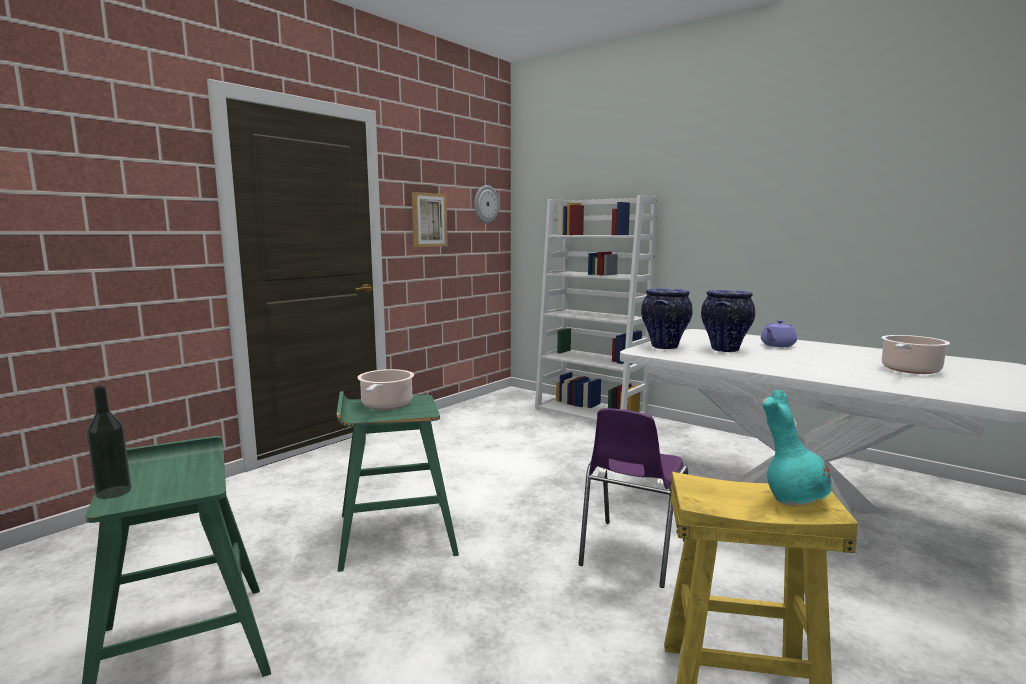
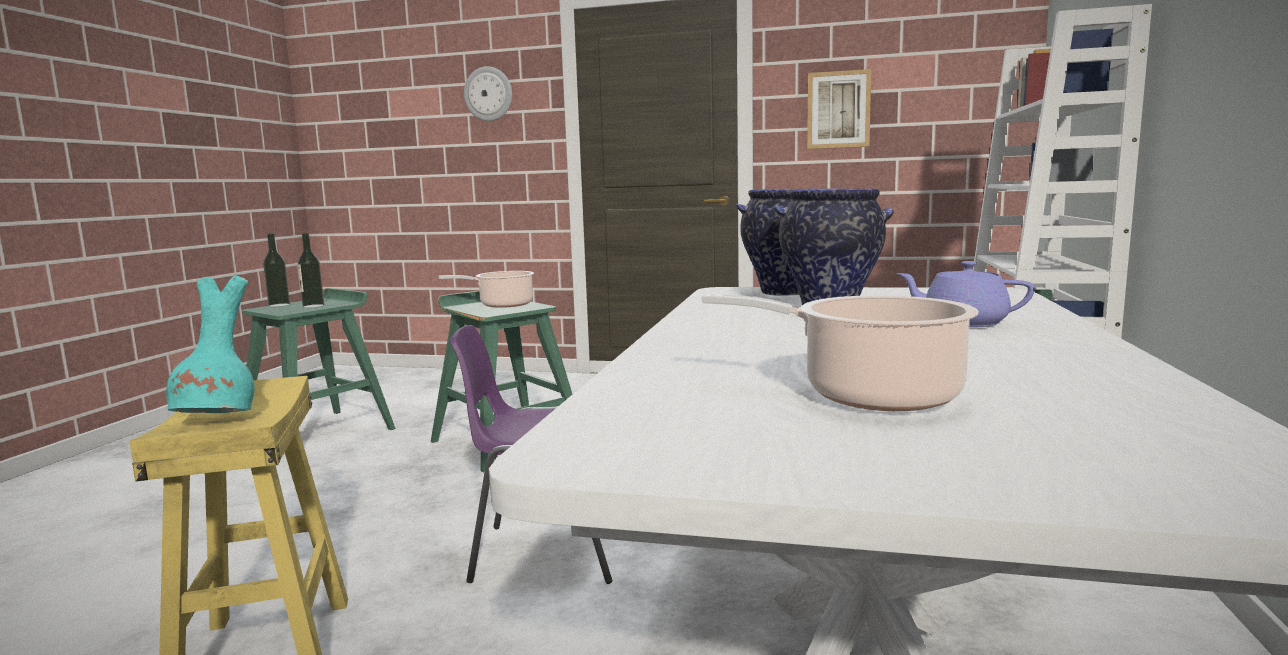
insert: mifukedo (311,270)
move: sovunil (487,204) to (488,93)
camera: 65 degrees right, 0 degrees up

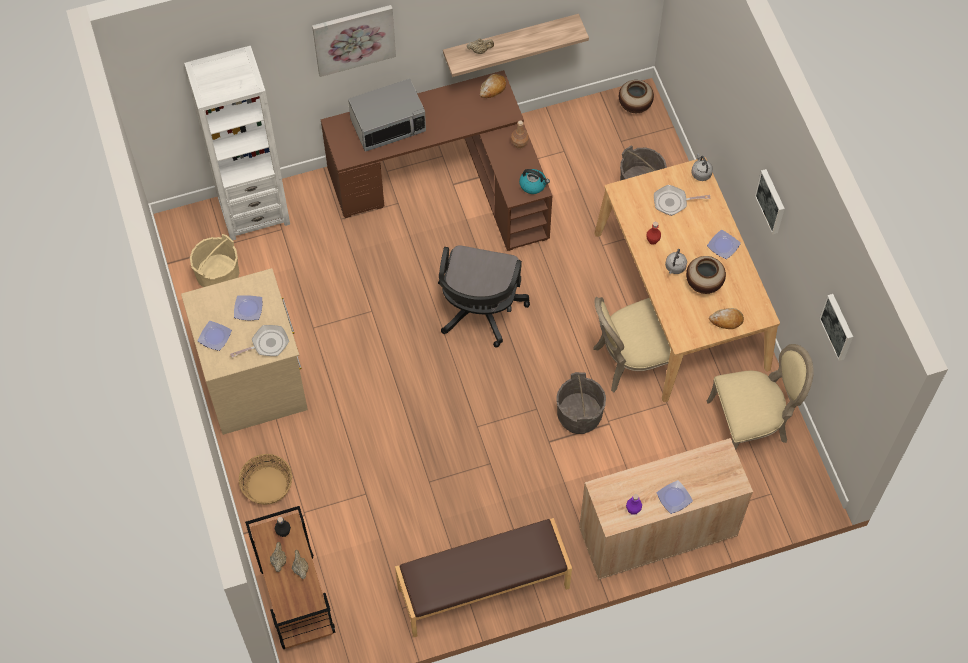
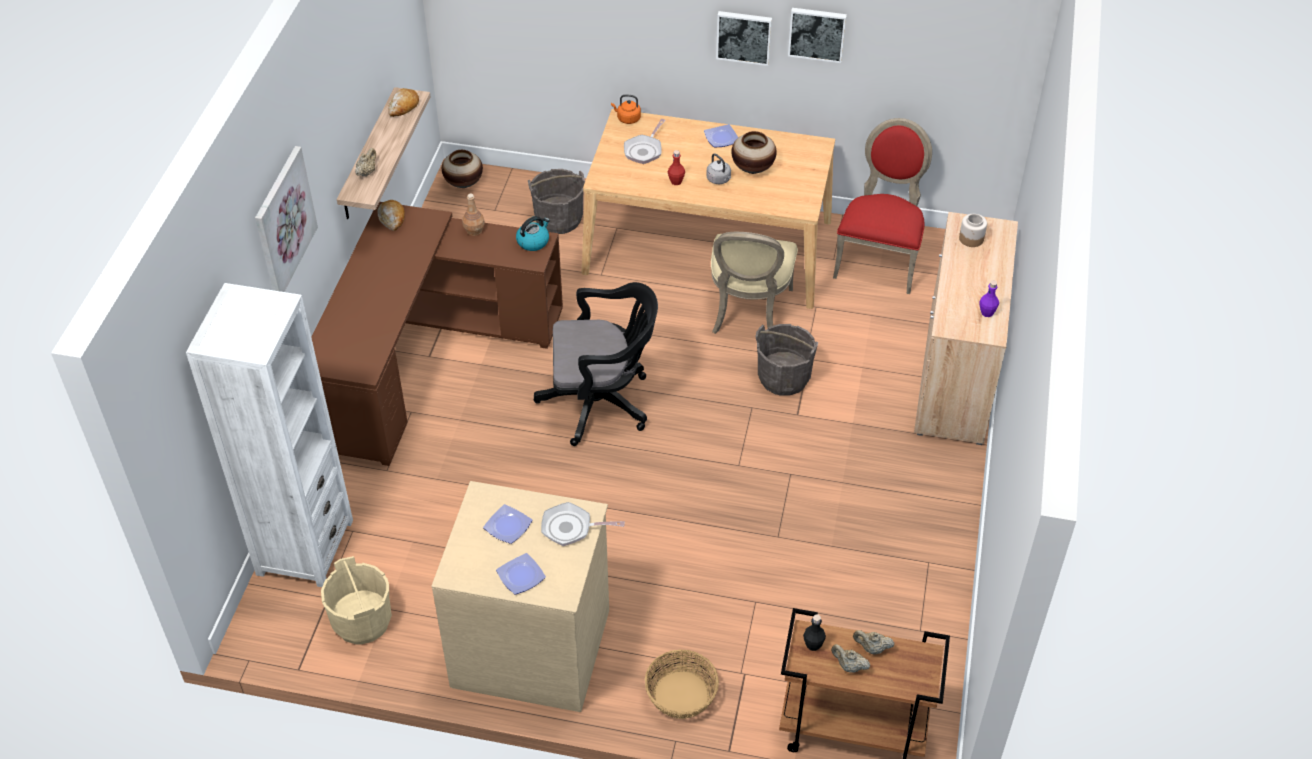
delete: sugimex (387,115); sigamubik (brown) (483,577); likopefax (675,497)
insert: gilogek (973,230)
move: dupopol (726,318) to (403,102); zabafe (836,327) to (817,35)
recolor: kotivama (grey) (702,167) to kotivama (orange) (626,109); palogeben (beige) (760,397) to palogeben (red) (882,206)
rotate: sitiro (259,341) = (583,524) 90 degrees counterclockwise; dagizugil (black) (484,296) = (596,364) 45 degrees counterclockwise
camera: 60 degrees left, 15 degrees down

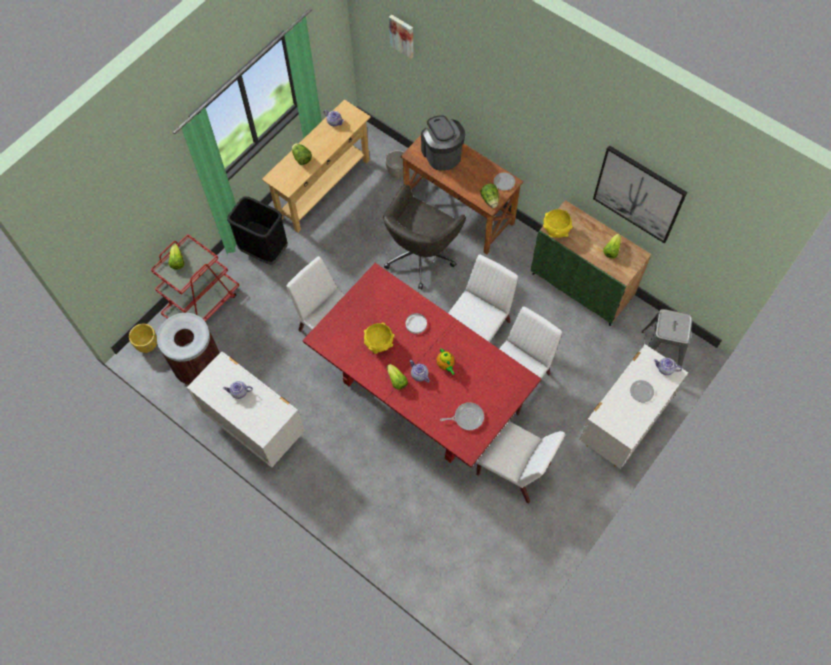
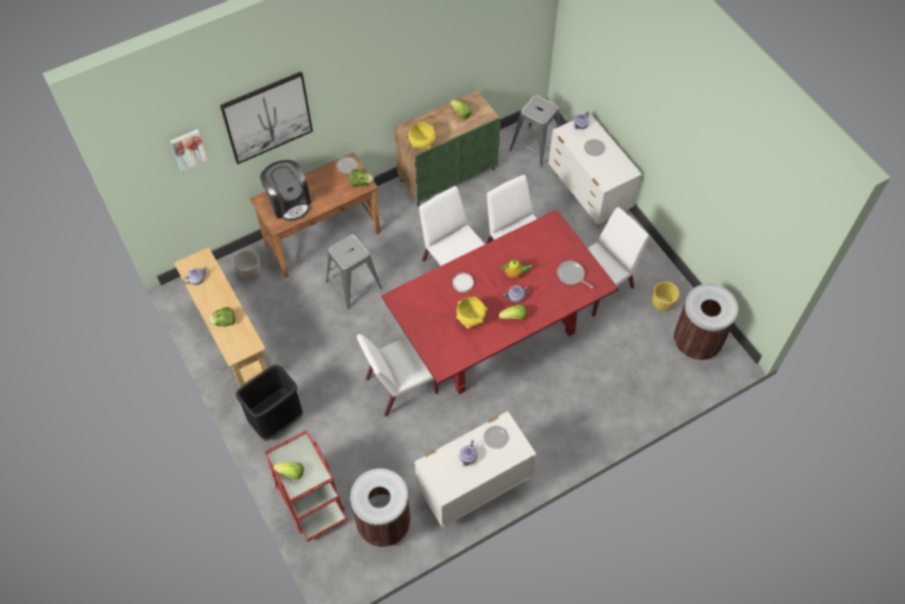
insert: likopefax (496,437); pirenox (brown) (706,322)
move: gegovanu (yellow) (143,338) to (665,296); zabafe (640,194) to (266,118)
replace: dagizugil (grey) (424,237) to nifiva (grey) (354,272)
rotate: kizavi (443,143) = (285,190) 120 degrees counterclockwise; sitiro (462,416) = (575,274) 60 degrees counterclockwise
camera: 70 degrees left, 5 degrees down

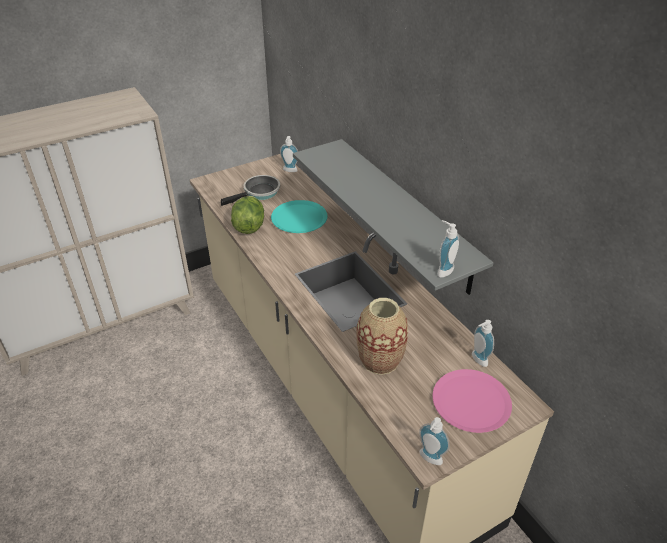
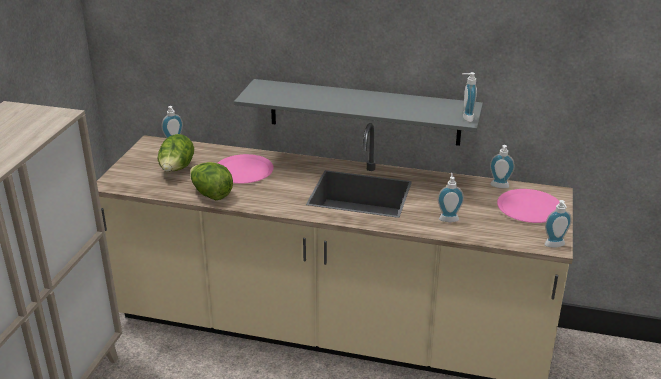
replace: sitiro (250,190) to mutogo (175,153); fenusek (382,336) to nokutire (451,197)
recolor: likopefax (turquoise) (299,216) to likopefax (pink) (246,169)
camera: 45 degrees left, 10 degrees down

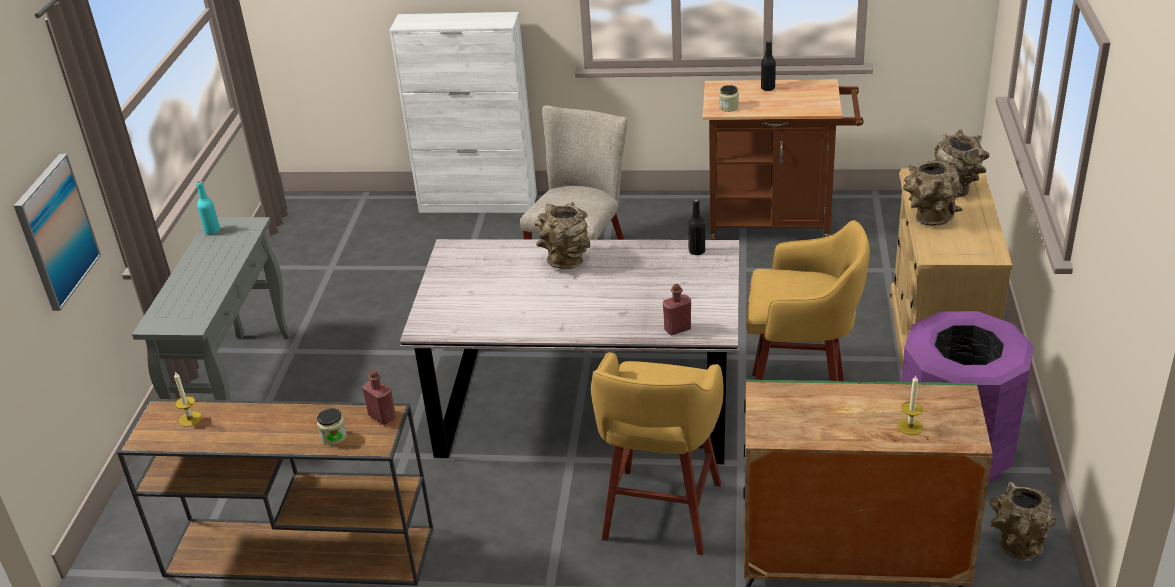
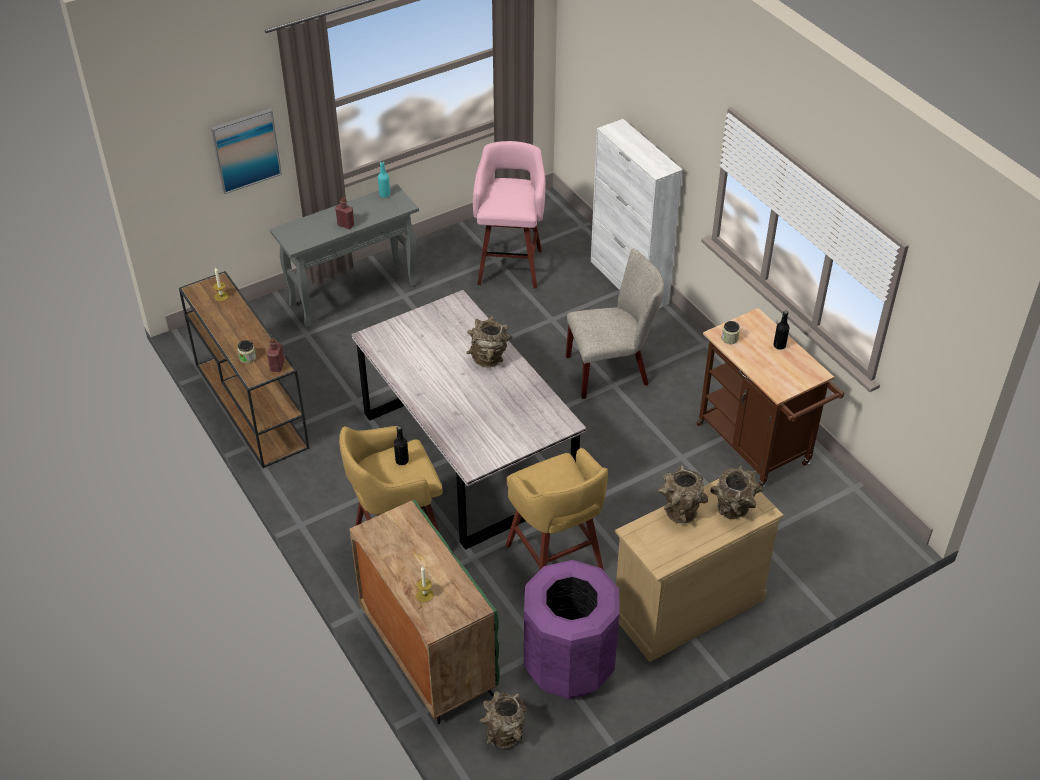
insert: nifiva (pink) (509,215)
move: mifukedo (red) (677,309) to (344,213); mifukedo (black) (696,227) to (401,445)
camera: 50 degrees right, 10 degrees up

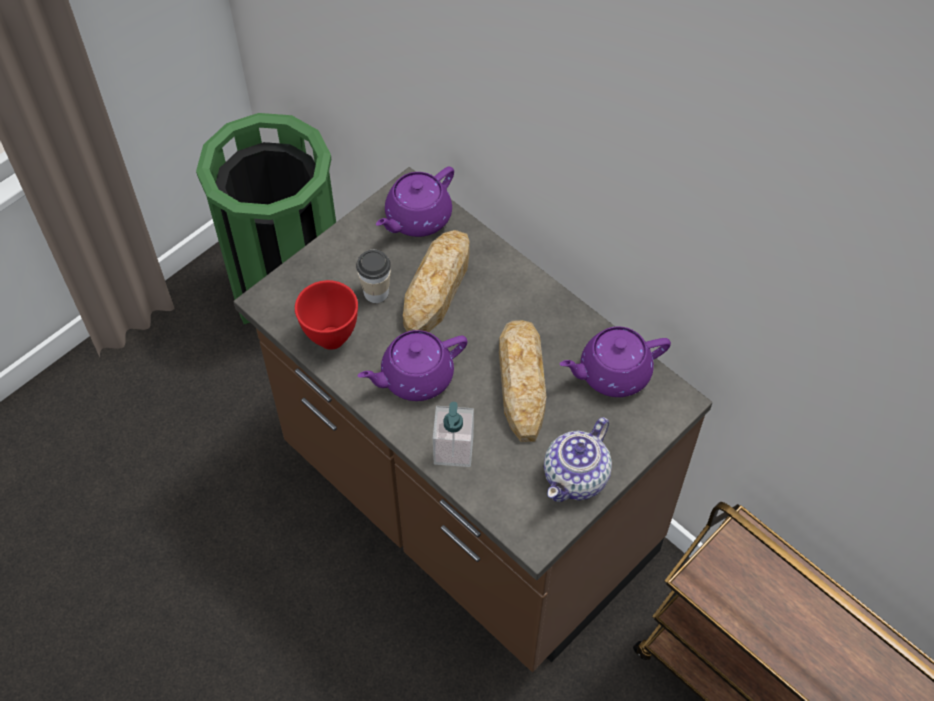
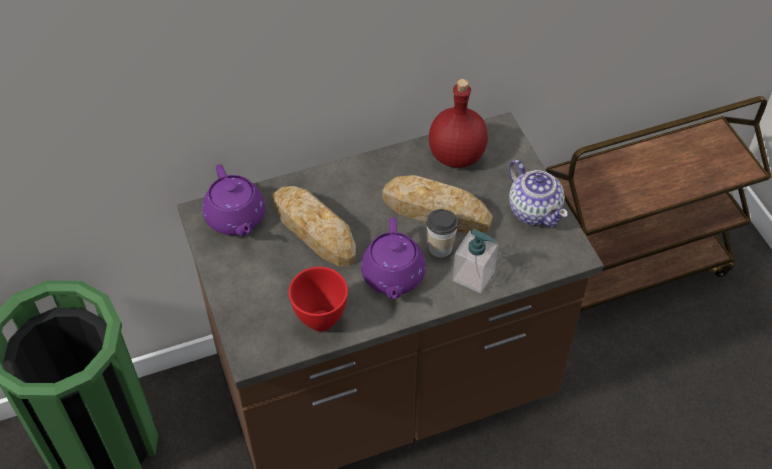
move: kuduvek (373,276) to (442,233)
replace: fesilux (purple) (615,361) to mifukedo (red) (458,123)
camera: 65 degrees left, 5 degrees down

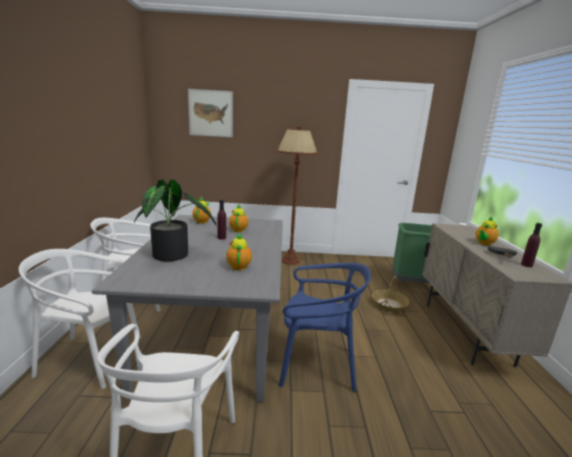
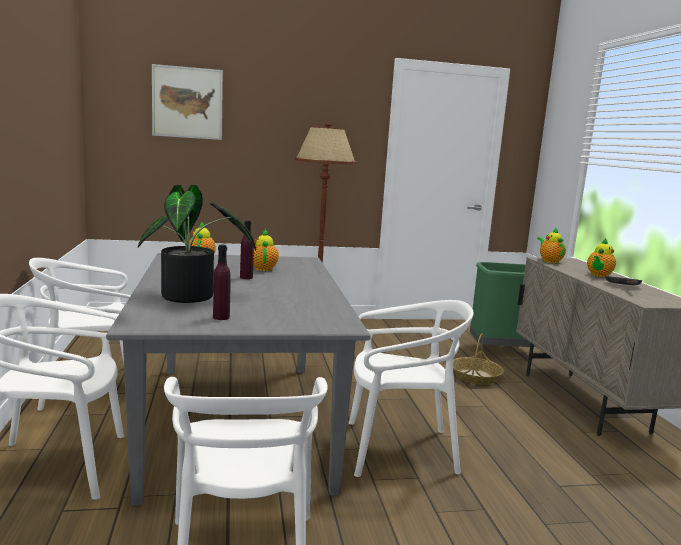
move: fesilux (239,251) to (551,245); mifukedo (purple) (531,245) to (222,282)
recolor: palogeben (blue) (325,327) to palogeben (white) (411,388)
camera: 10 degrees left, 5 degrees down

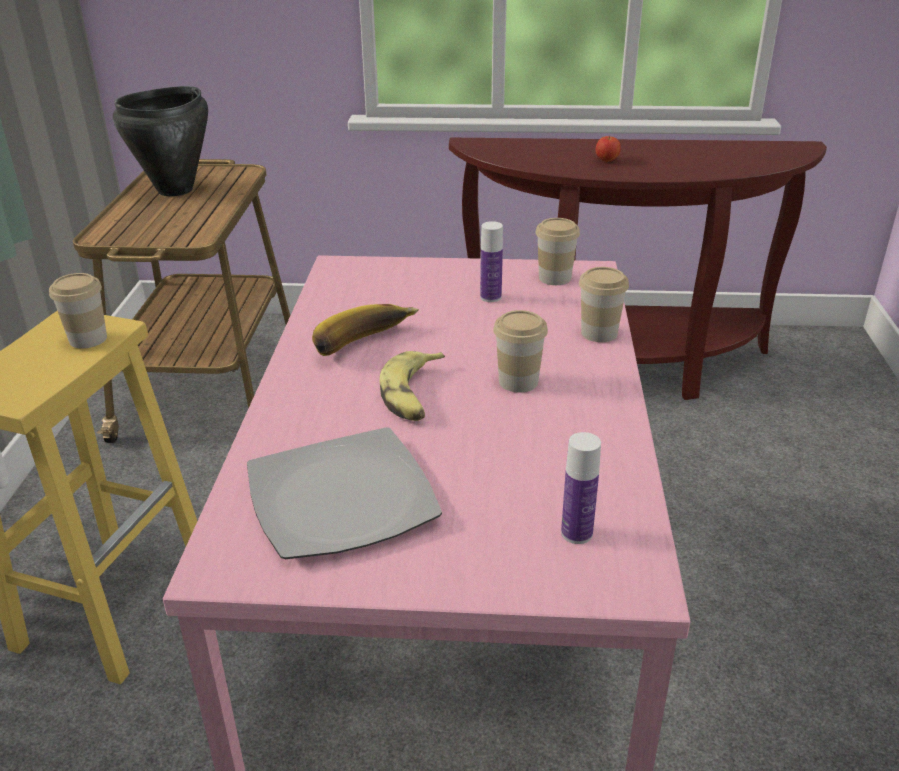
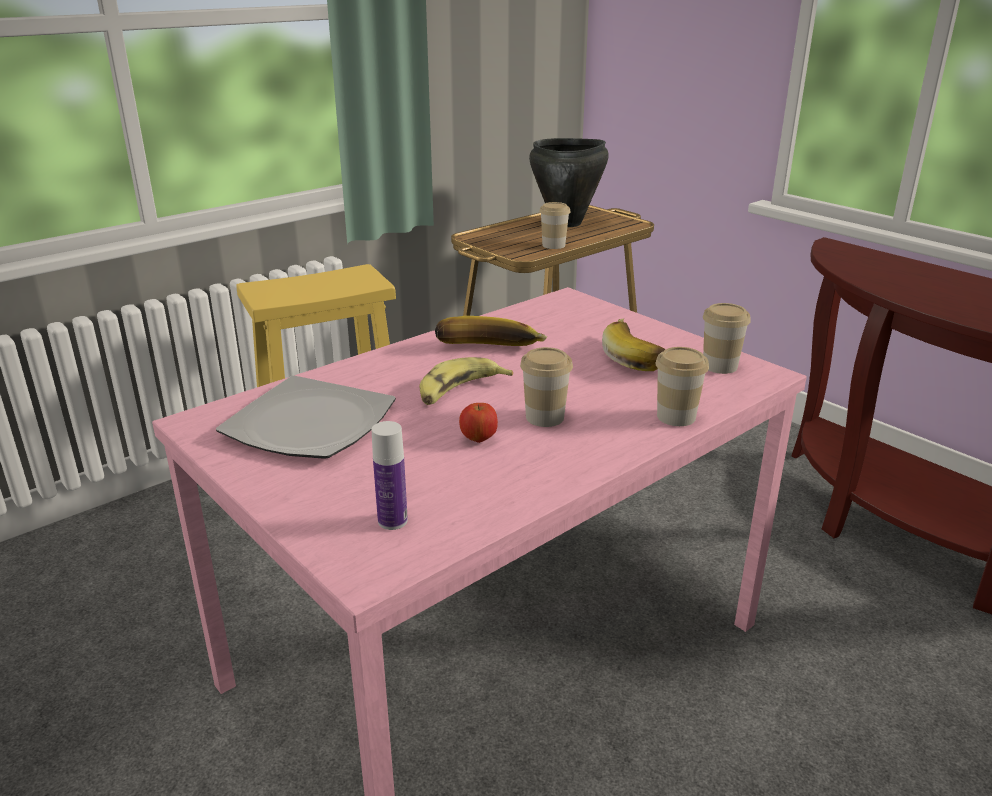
move: kuduvek (78,311) to (554,225); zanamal (608,149) to (478,423)
replace: mifukedo (491,261) to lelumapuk (633,344)
camera: 45 degrees right, 5 degrees down

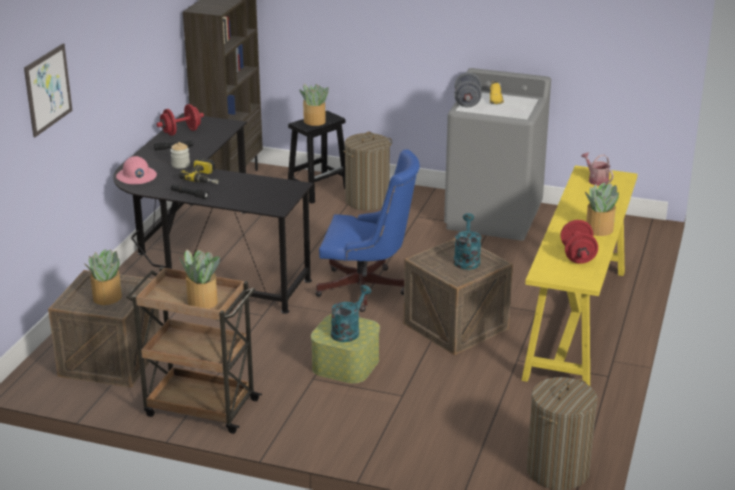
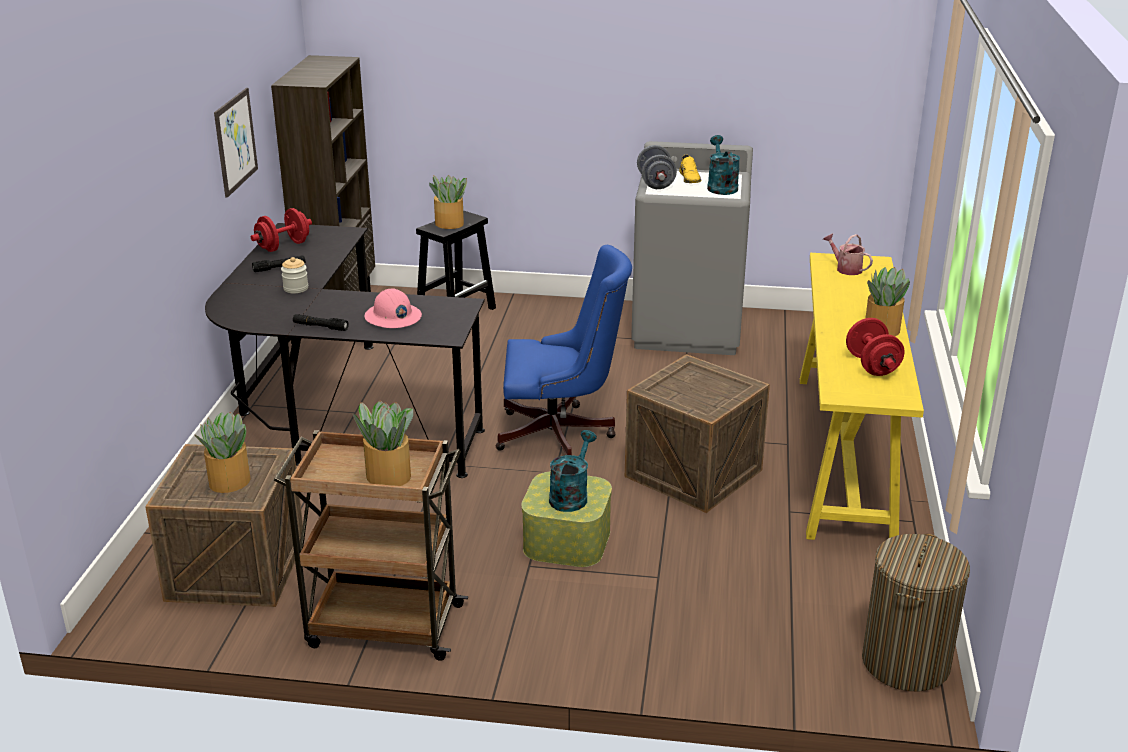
delete: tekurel (199,171); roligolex (367,171)
move: zabafe (48,90) to (236,143); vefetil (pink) (136,170) to (393,308); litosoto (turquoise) (467,241) to (723,165)
camera: 10 degrees left, 0 degrees up

